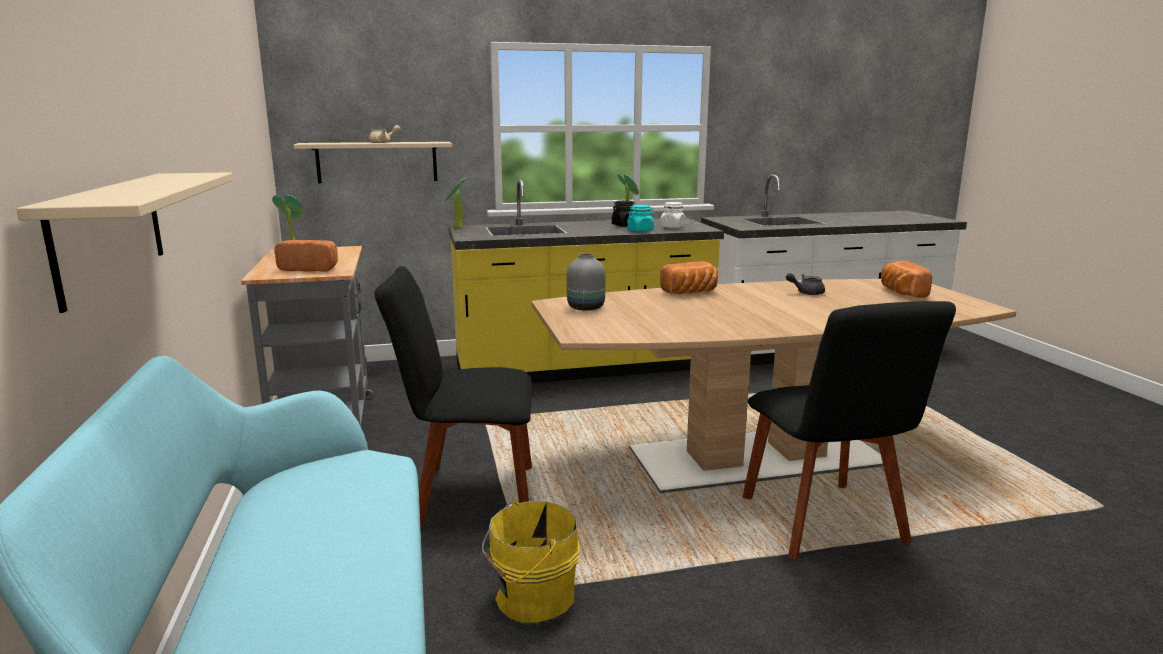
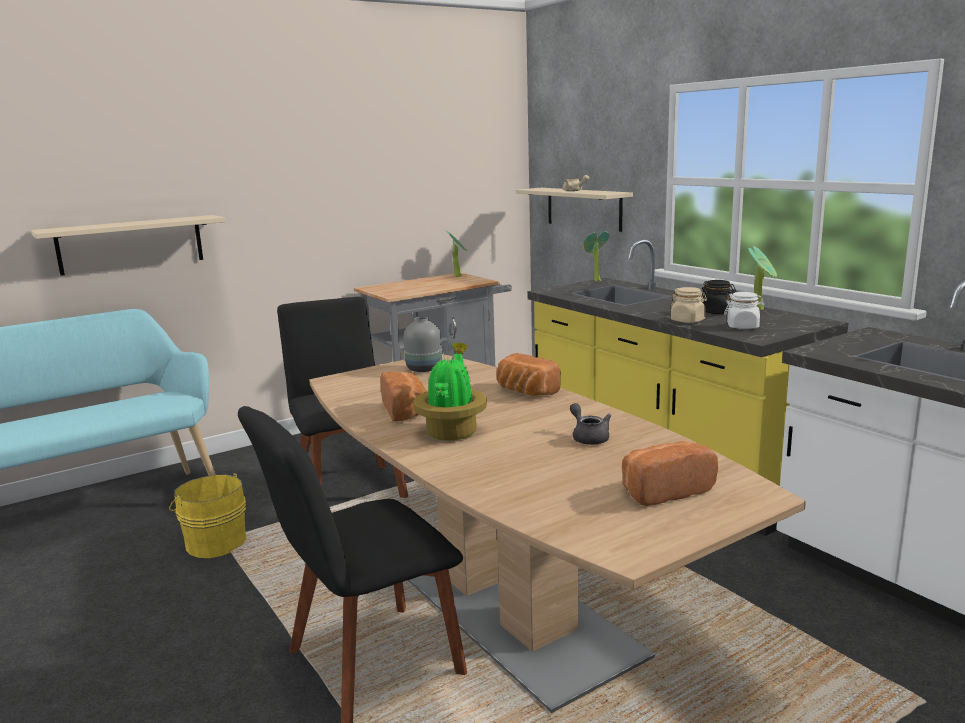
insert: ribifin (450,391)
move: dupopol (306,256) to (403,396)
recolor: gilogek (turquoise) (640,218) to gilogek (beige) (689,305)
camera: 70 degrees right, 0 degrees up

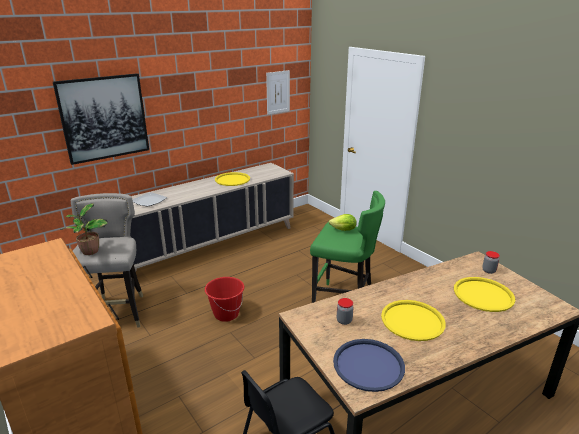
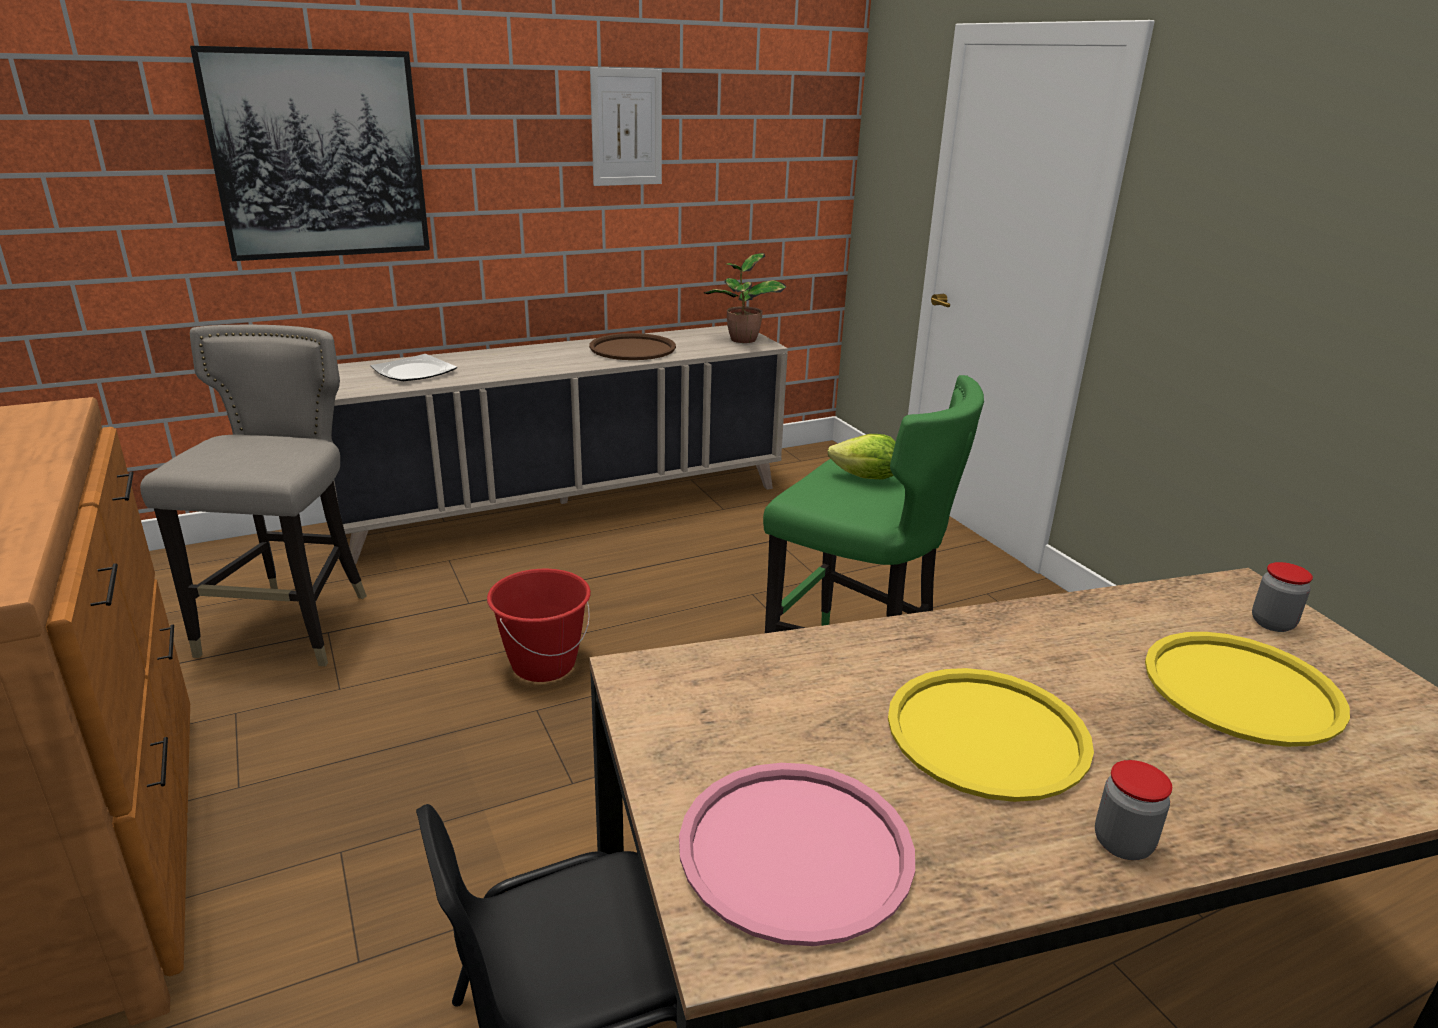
move: ribifin (84,229) to (745,298); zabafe (278,92) to (626,126); gilogek (345,311) to (1133,810)
recolor: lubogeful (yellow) (232,179) to lubogeful (brown) (632,346); lubogeful (blue) (369,365) to lubogeful (pink) (797,854)
camera: 10 degrees right, 0 degrees up

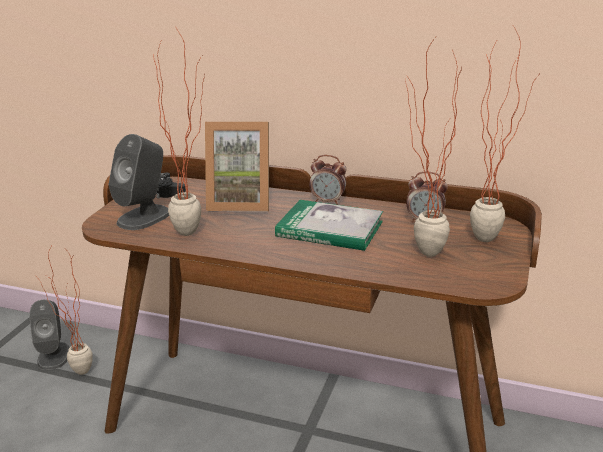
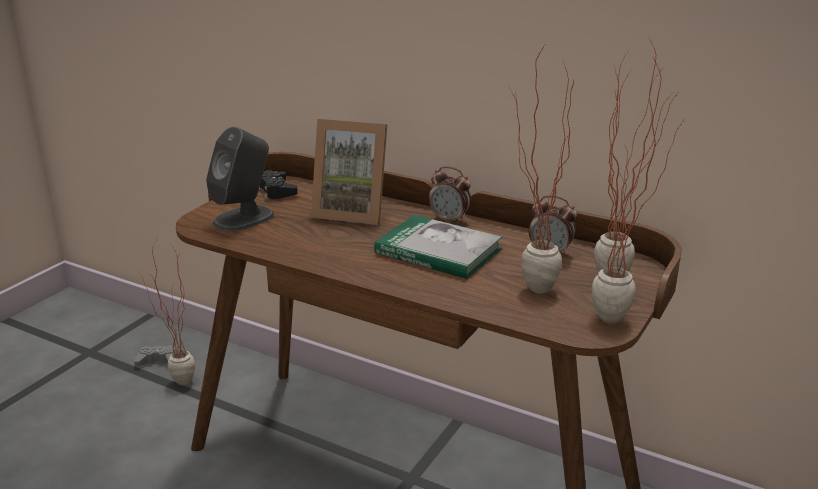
move: ribifin (179,132) to (637,190)
replace: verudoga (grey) (49,335) to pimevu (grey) (155,356)
camera: 10 degrees right, 0 degrees up

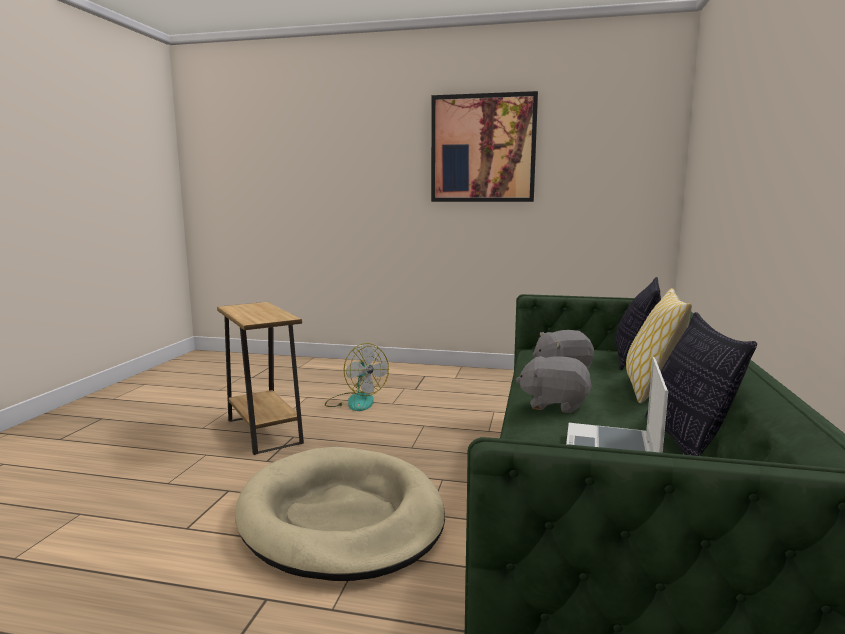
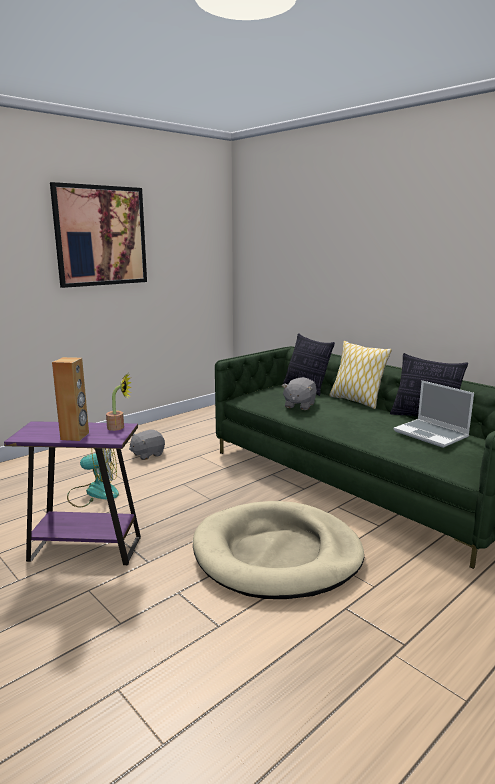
insert: verudoga (brown) (70,399); ribifin (118,402)
move: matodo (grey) (554,384) to (147,445)
recolor: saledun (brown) (260,378) to saledun (purple) (72,493)
camera: 55 degrees left, 5 degrees up

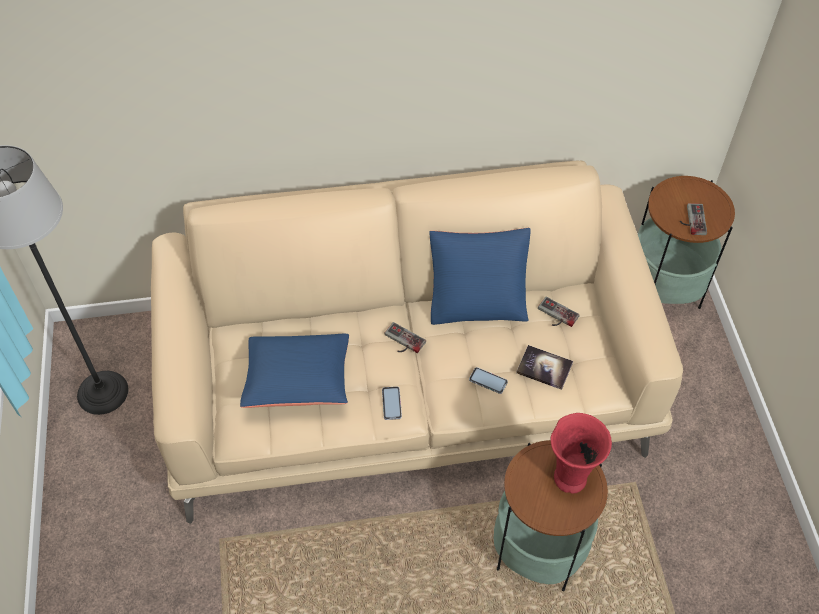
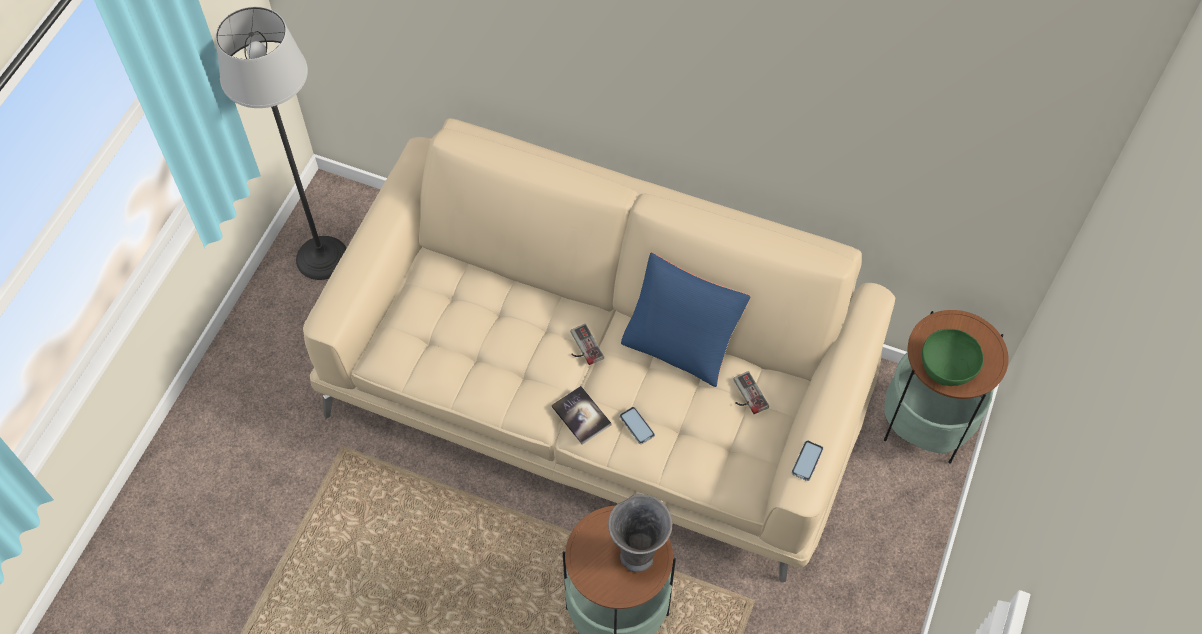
delete: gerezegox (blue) (294,371)
move: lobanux (392,403) to (807,460); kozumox (544,367) to (581,415)
replace: pimevu (693,219) to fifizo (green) (953,357)
recolor: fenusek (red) (581,453) to fenusek (grey) (640,533)
camera: 30 degrees right, 5 degrees up

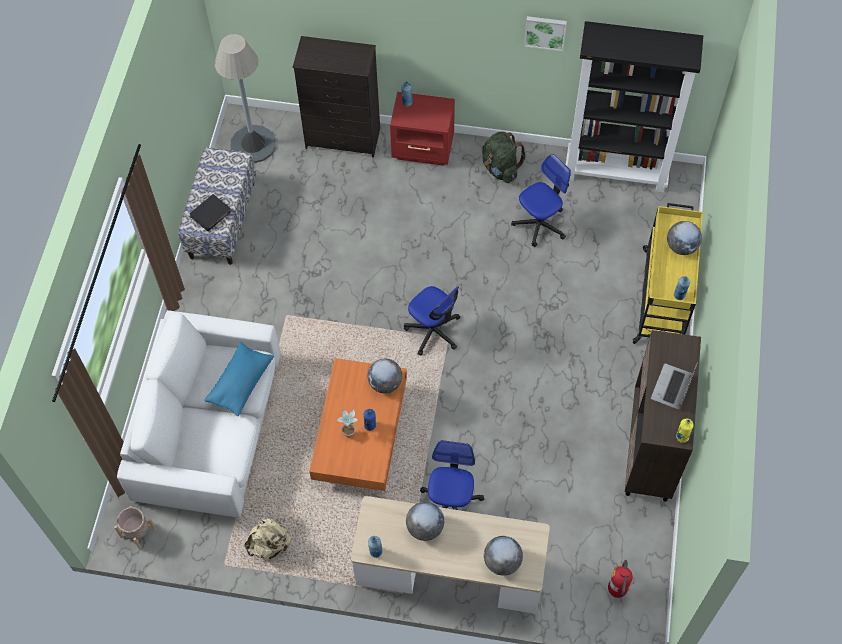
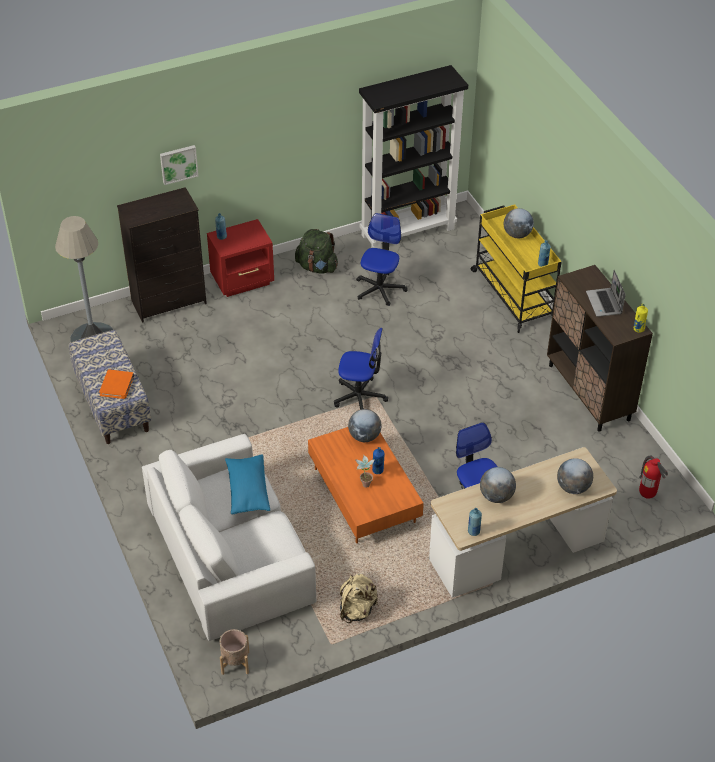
move: zabafe (545,33) to (179,165)
recolor: kozumox (black) (210,212) to kozumox (orange) (116,384)
camera: 35 degrees left, 15 degrees down

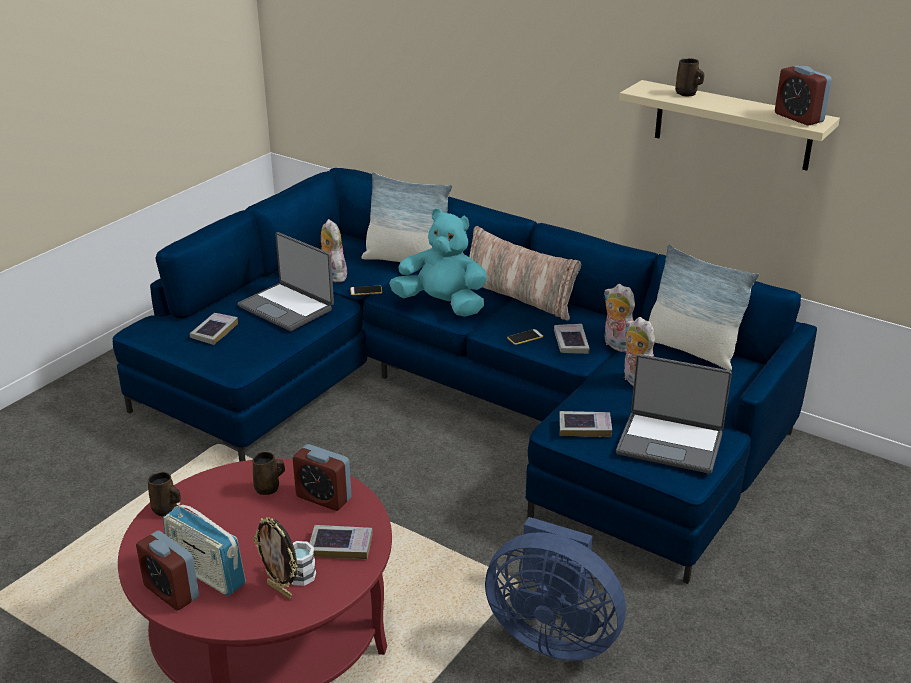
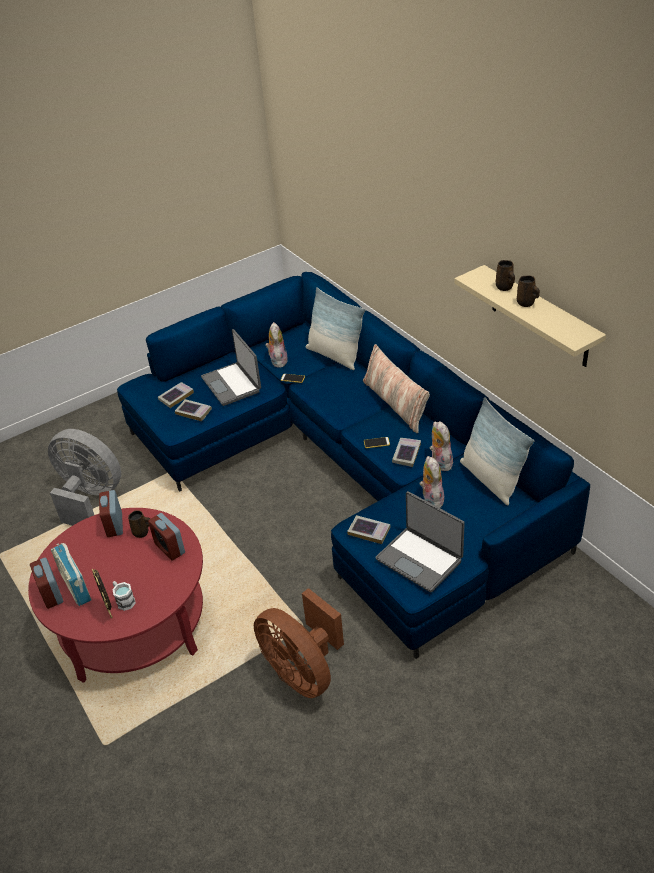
delete: matodo (turquoise) (438,262)
insert: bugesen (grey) (84,477)
move: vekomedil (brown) (164,494) to (528,291); kozumox (341,542) to (193,410); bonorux (803,95) to (111,513)
recolor: bugesen (blue) (555,589) to bugesen (brown) (299,643)
camera: 25 degrees right, 10 degrees up

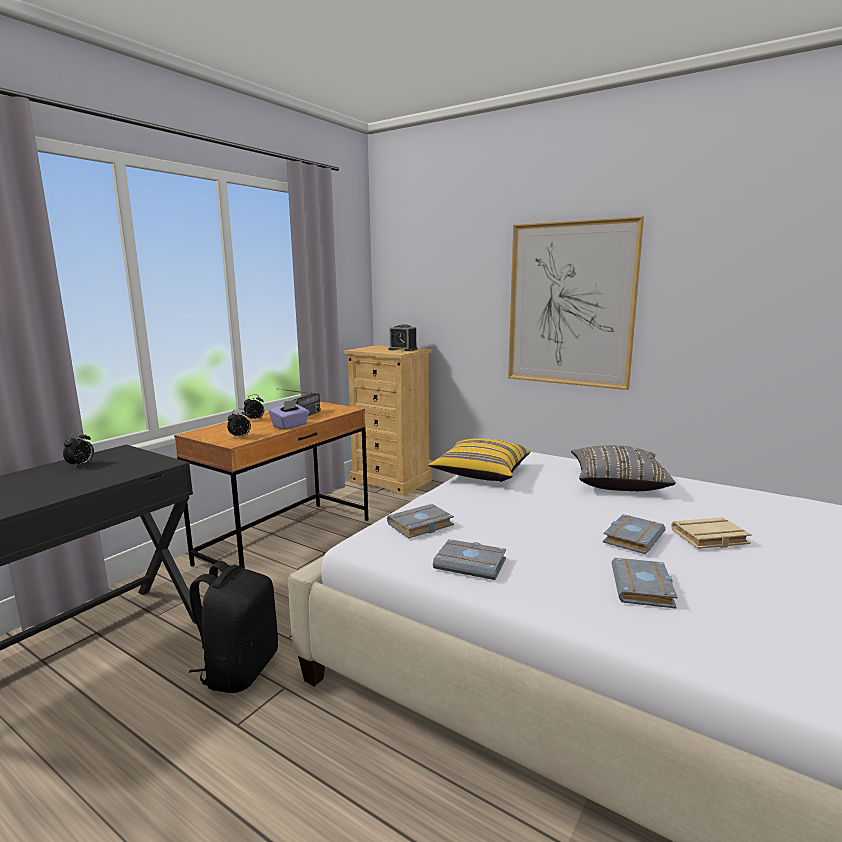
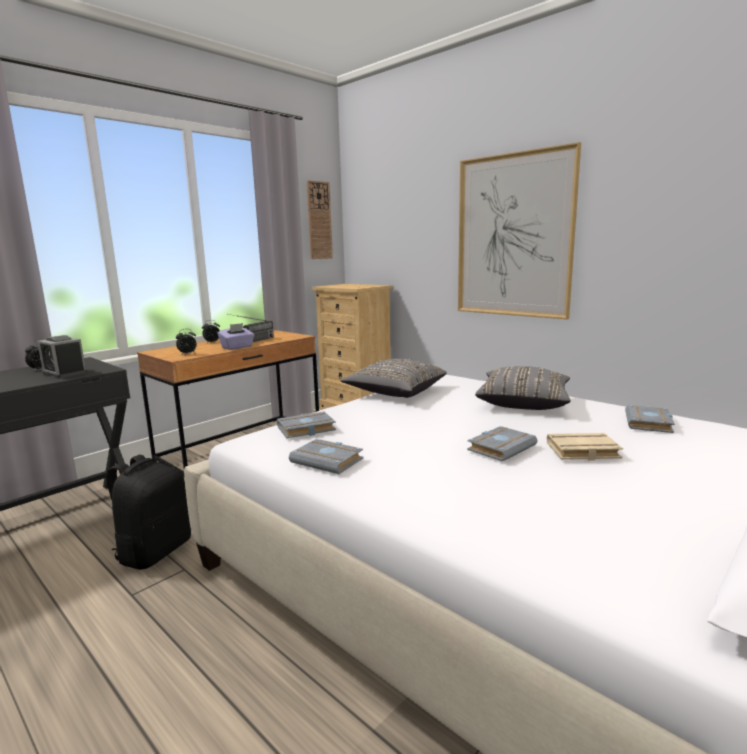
insert: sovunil (320,219)
move: bonorux (403,337) to (62,356); kozumox (grey) (645,583) to (650,419)
recolor: gerezegox (yellow) (479,460) to gerezegox (grey) (393,378)
camera: 10 degrees right, 0 degrees up

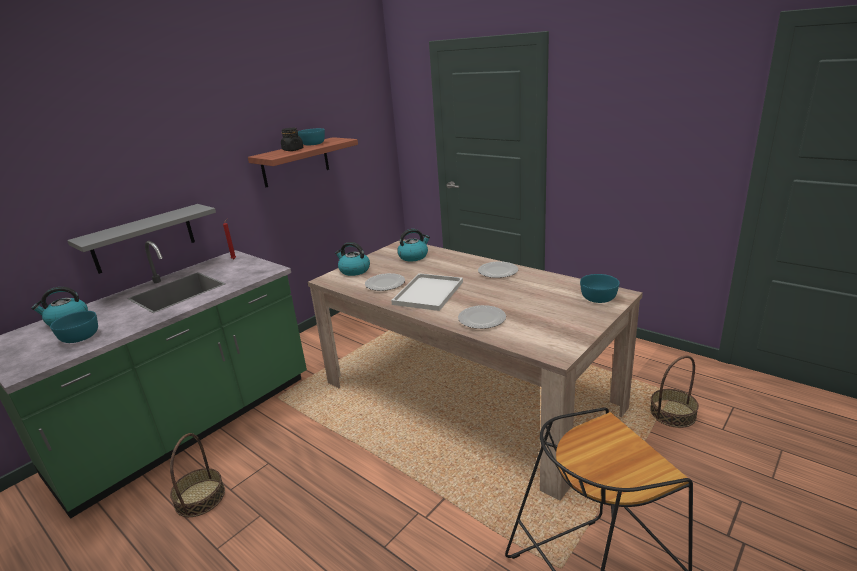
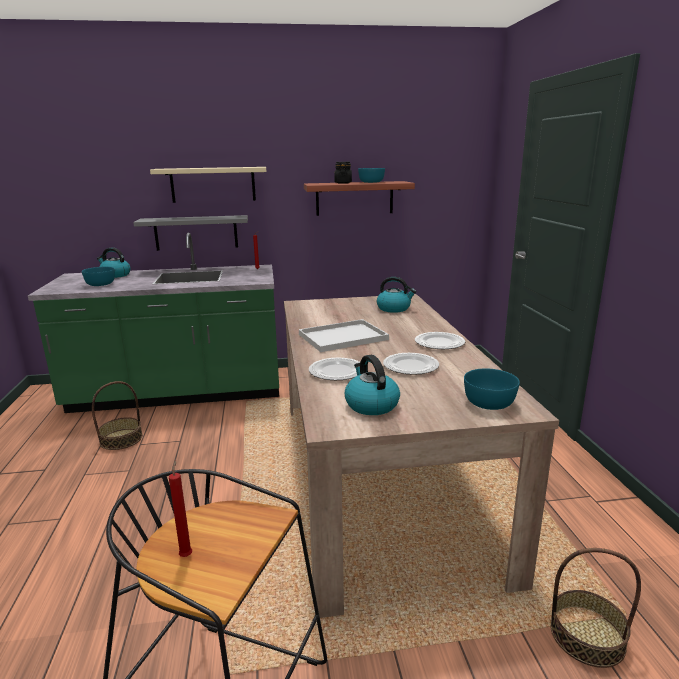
insert: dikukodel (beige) (208,185); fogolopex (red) (180,508)
move: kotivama (352,259) to (372,385); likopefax (385,282) to (411,364)
camera: 40 degrees right, 5 degrees down

